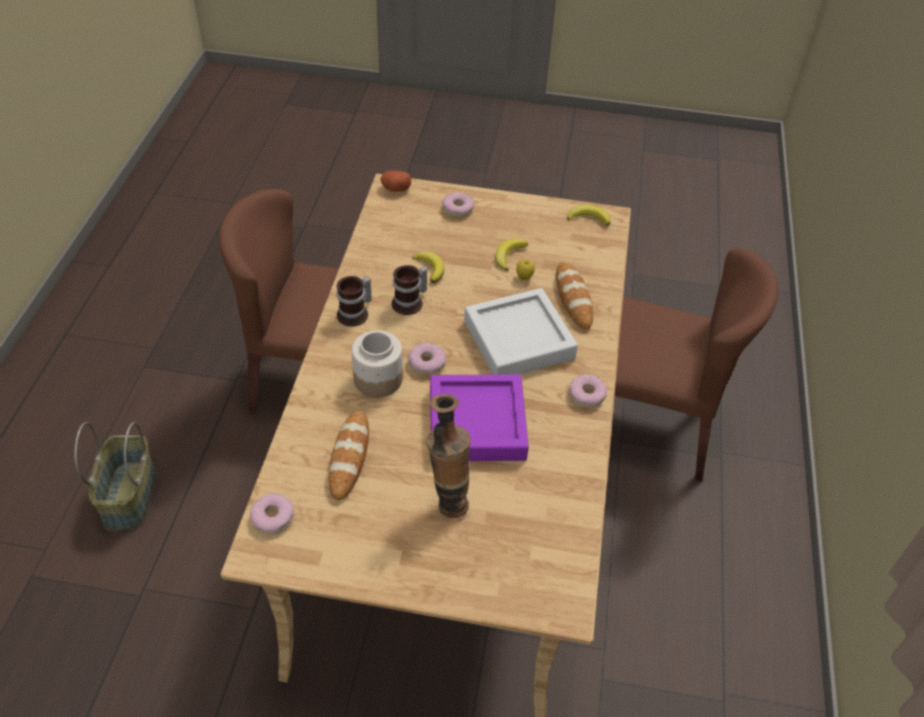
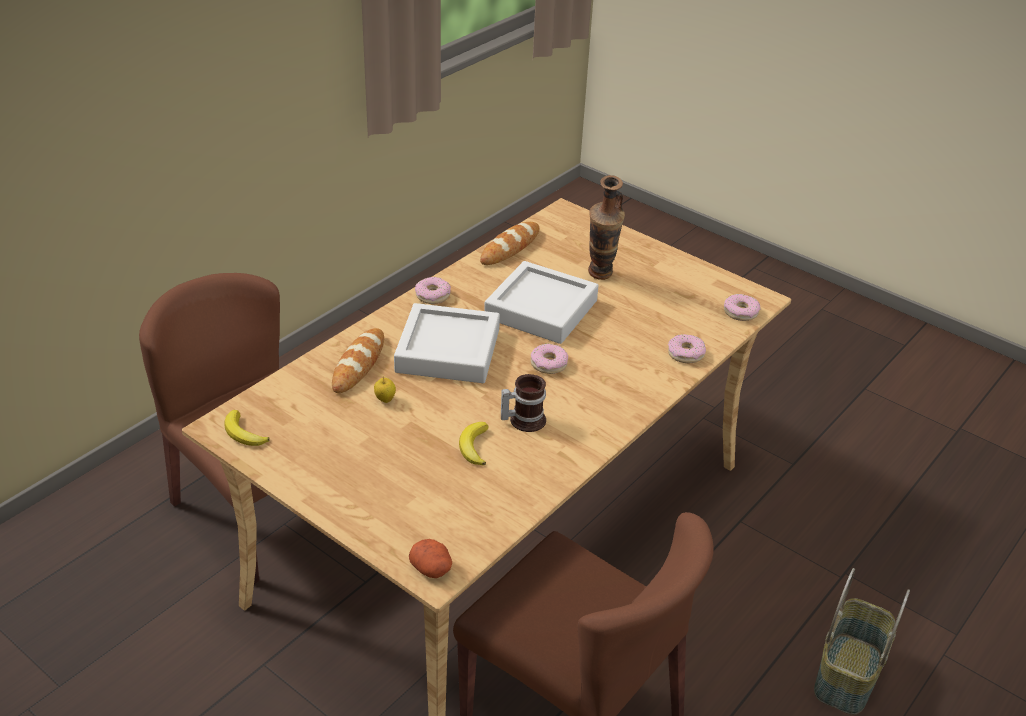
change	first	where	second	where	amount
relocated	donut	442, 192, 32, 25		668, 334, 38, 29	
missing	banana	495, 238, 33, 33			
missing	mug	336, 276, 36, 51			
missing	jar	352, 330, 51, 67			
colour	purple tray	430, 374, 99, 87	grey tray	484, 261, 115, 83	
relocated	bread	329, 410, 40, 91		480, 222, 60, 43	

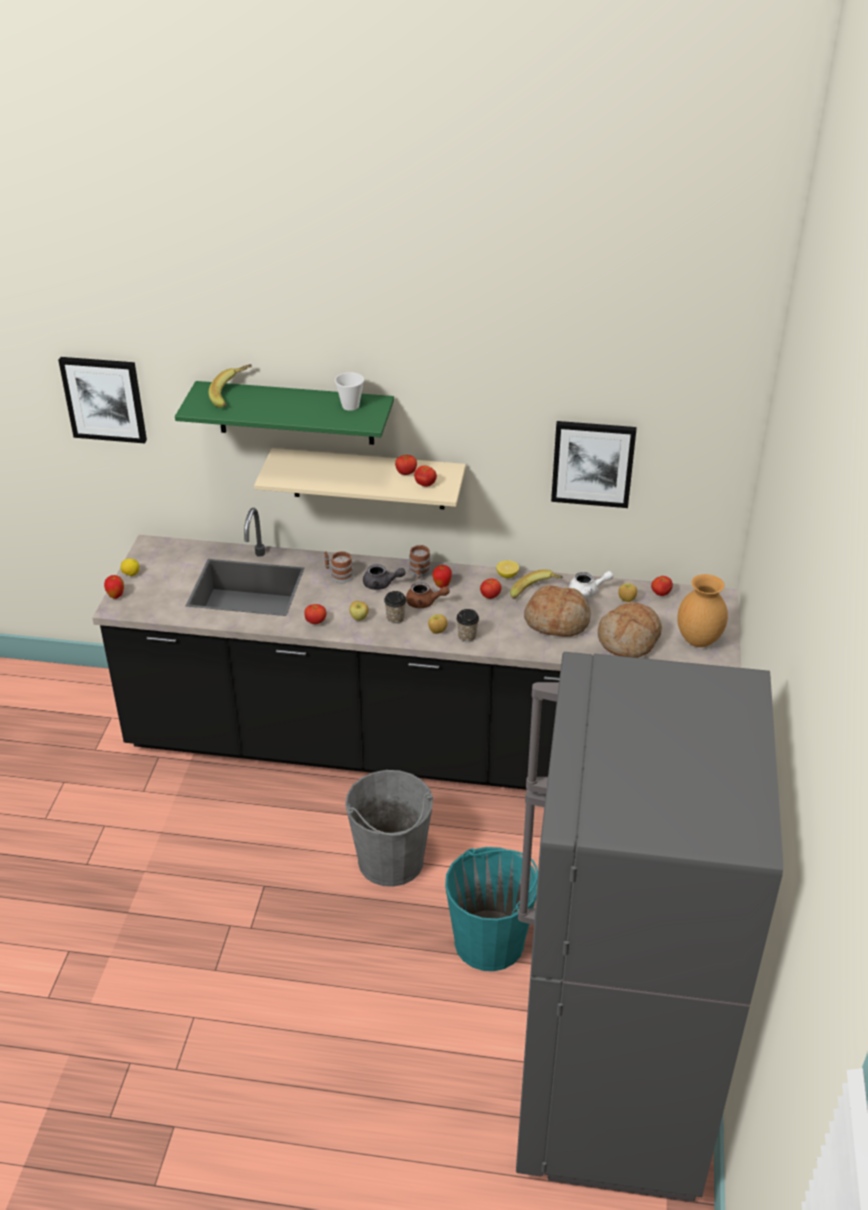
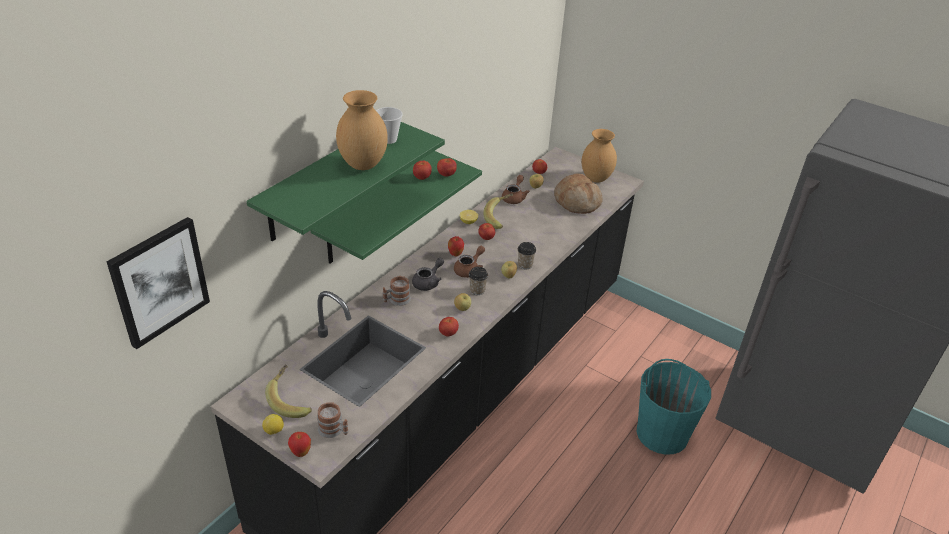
change	first	where	second	where	amount
relocated	banana	209, 364, 43, 44		265, 365, 47, 53	
missing	picture	551, 421, 86, 87			
colour	beige shelf	254, 448, 212, 62	green shelf	311, 151, 171, 112	
relocated	mug	409, 545, 22, 34		317, 402, 31, 36	
colour	white teapot	569, 571, 45, 27	brown teapot	502, 175, 28, 29	
missing	bread	524, 585, 67, 52			
missing	grey bucket	345, 770, 88, 117			
appeared			brown vase	336, 90, 52, 80	

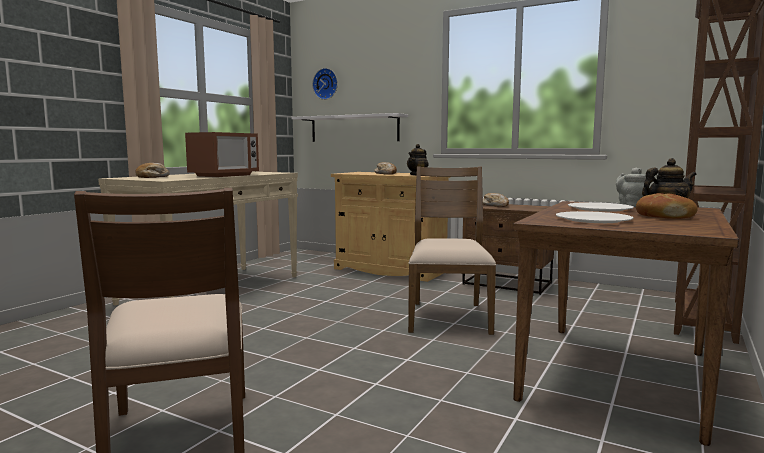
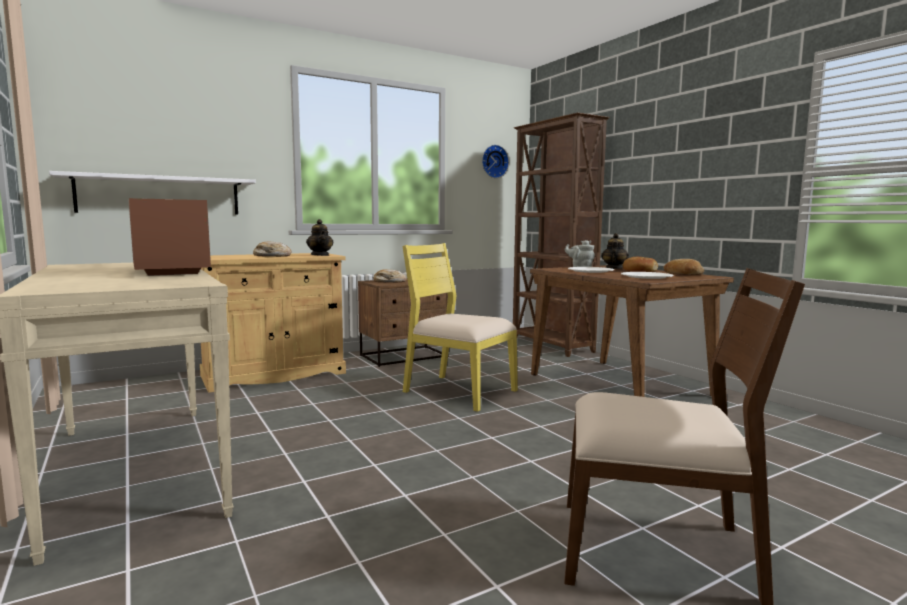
change	first	where	second	where	amount
relocated	wall clock	312, 68, 26, 32		482, 145, 27, 33	
relocated	bread	135, 163, 35, 15		664, 259, 40, 16	
colour	brown chair	408, 166, 88, 169	yellow chair	402, 243, 116, 169	

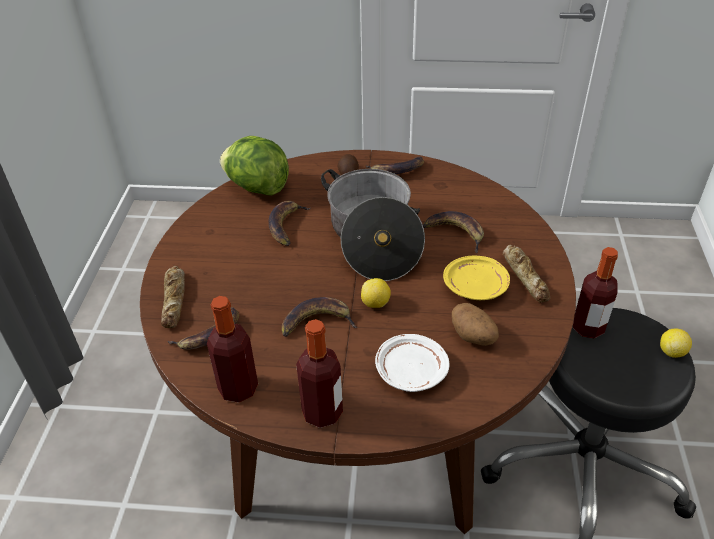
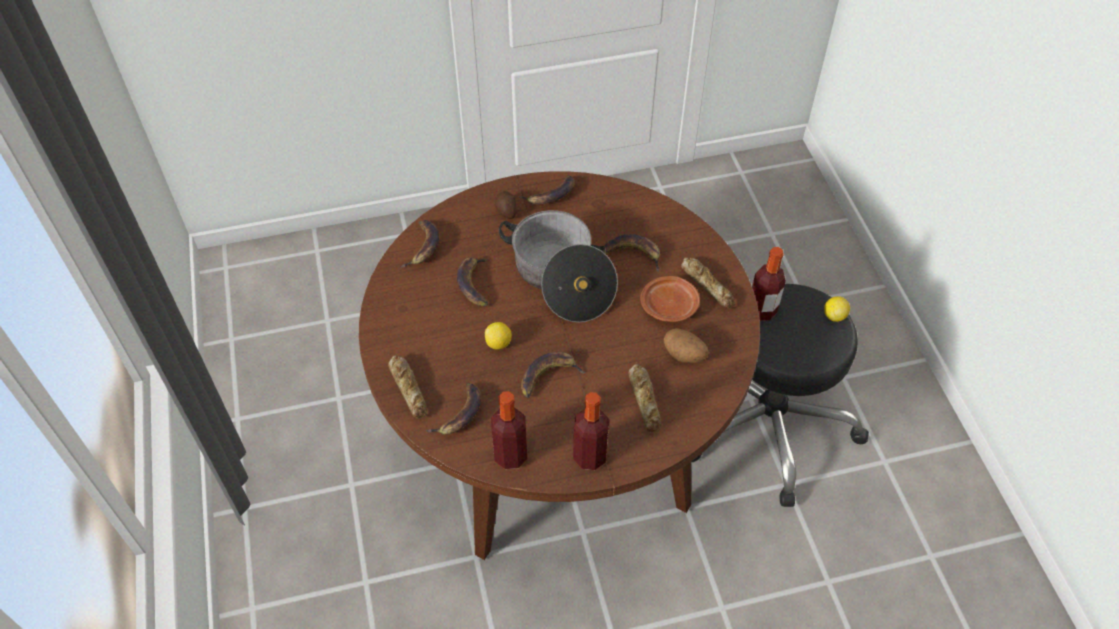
change	first	where	second	where	amount
exchanged	lettuce	220, 136, 69, 60	banana	400, 220, 39, 48	
colour	yellow plate	443, 256, 67, 44	brown plate	640, 276, 60, 46	
relocated	lemon	361, 278, 30, 30		485, 322, 27, 28	
exchanged	white plate	375, 334, 75, 58	bread	628, 364, 33, 69	

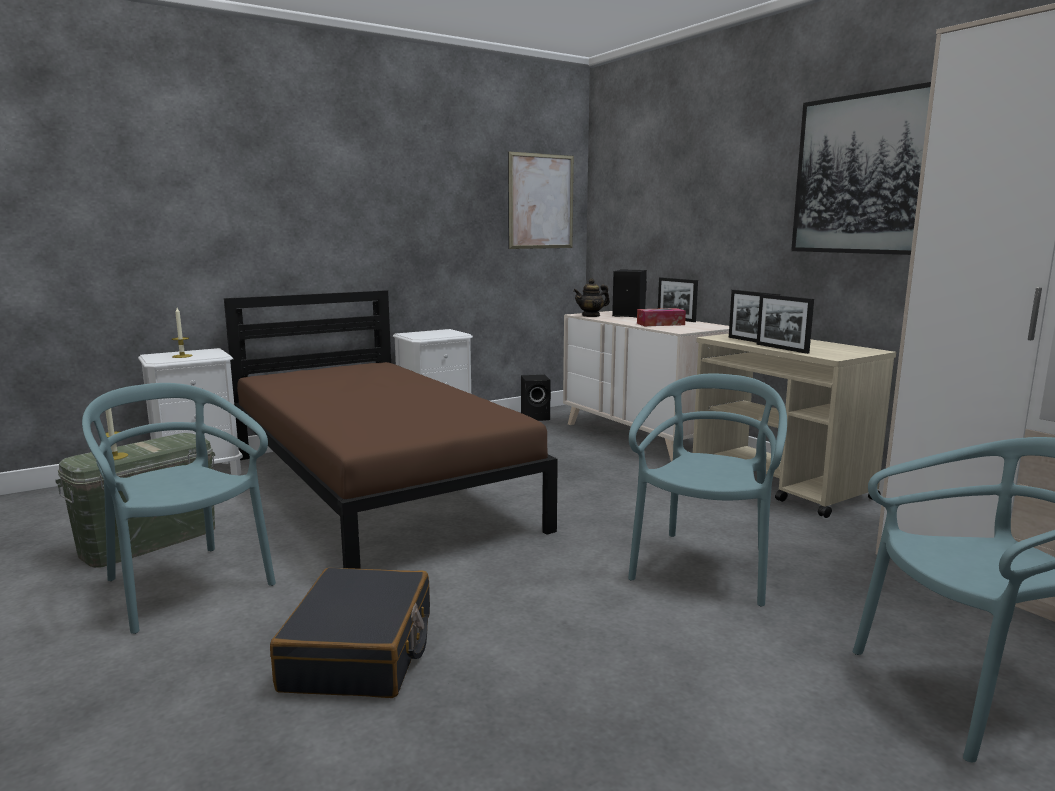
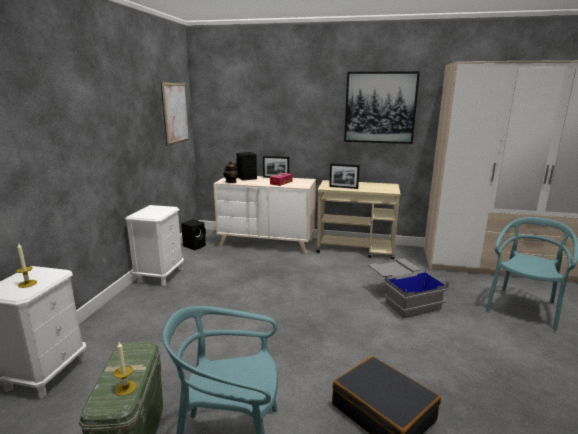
change	first	where	second	where	amount
missing	brown bed	224, 290, 334, 279			
missing	picture frame	756, 294, 58, 60			
exchanged	turquoise chair	628, 373, 159, 233	grey storage box	368, 258, 81, 61	

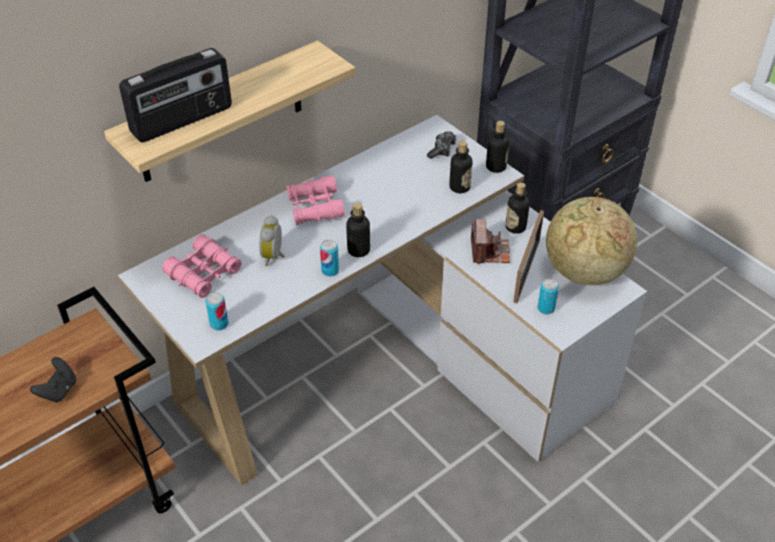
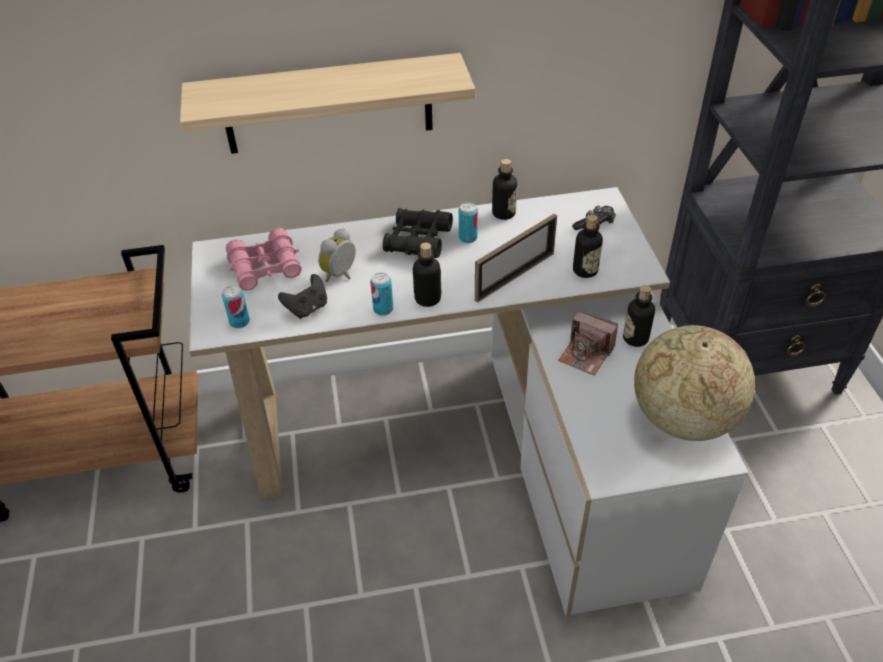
change	first	where	second	where	amount
missing	radio	119, 48, 113, 95			
relocated	bottle	486, 121, 23, 52		492, 159, 25, 61	
colour	pink binoculars	286, 176, 59, 49	black binoculars	383, 208, 70, 50	
relocated	picture frame	513, 210, 31, 93		475, 214, 82, 89	
spun	photo camera	471, 219, 39, 45		558, 311, 60, 65	90 degrees clockwise
relocated	can	538, 279, 21, 35		459, 202, 19, 41	
relocated	black game controller	30, 357, 46, 46		278, 274, 49, 45	

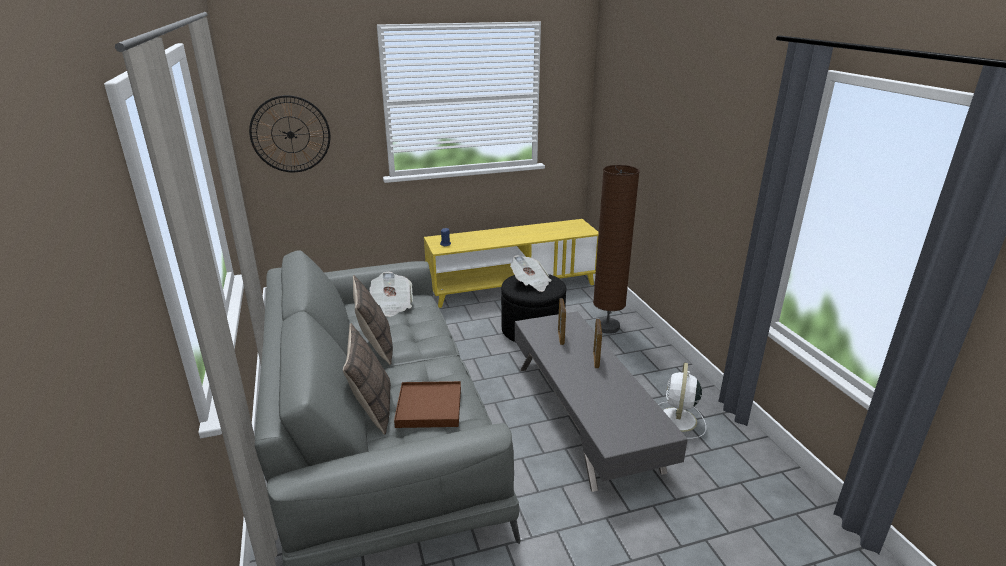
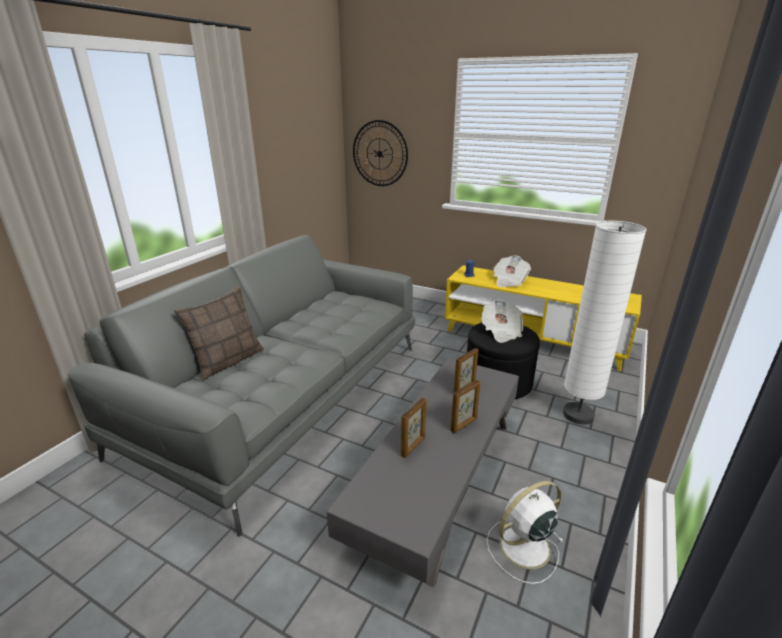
change	first	where	second	where	amount
colour	brown floor lamp	593, 165, 47, 169	white floor lamp	563, 221, 83, 204	
relocated	newspaper	369, 272, 44, 45		493, 255, 38, 32	
missing	pillow	353, 275, 40, 90			
missing	brown tray	394, 381, 67, 47			
appeared			picture frame	401, 397, 25, 61	

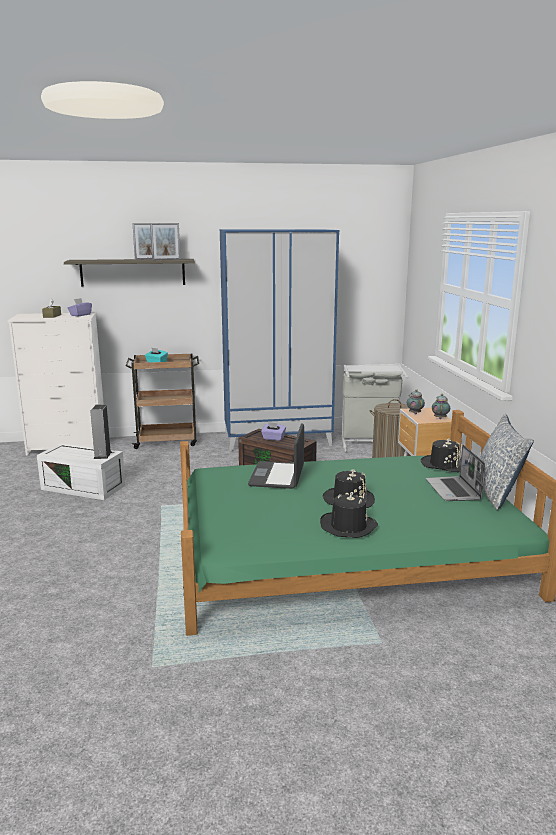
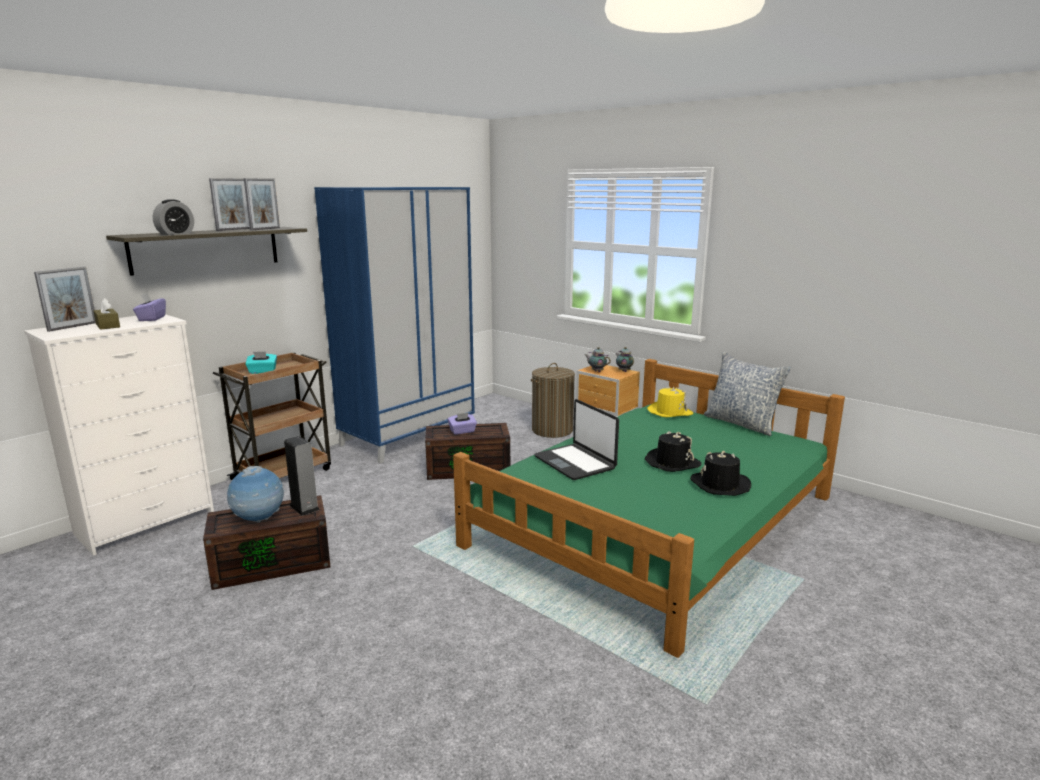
change	first	where	second	where	amount
missing	grey laundry basket	341, 365, 67, 87			
colour	black hat	421, 439, 40, 33	yellow hat	647, 386, 46, 31	
colour	white storage box	37, 443, 88, 57	brown storage box	203, 495, 127, 95	
missing	laptop	426, 445, 59, 56			
appeared			alarm clock	153, 199, 41, 36	
appeared			picture frame	34, 267, 62, 65	
appeared			globe	227, 466, 58, 57	

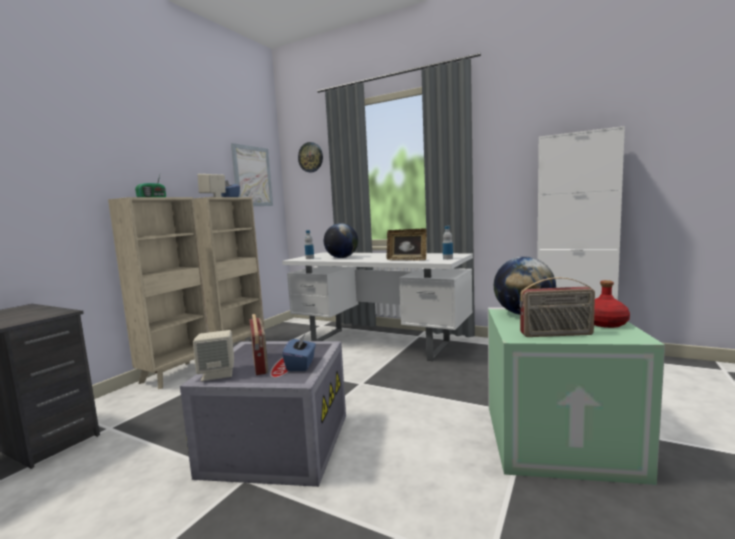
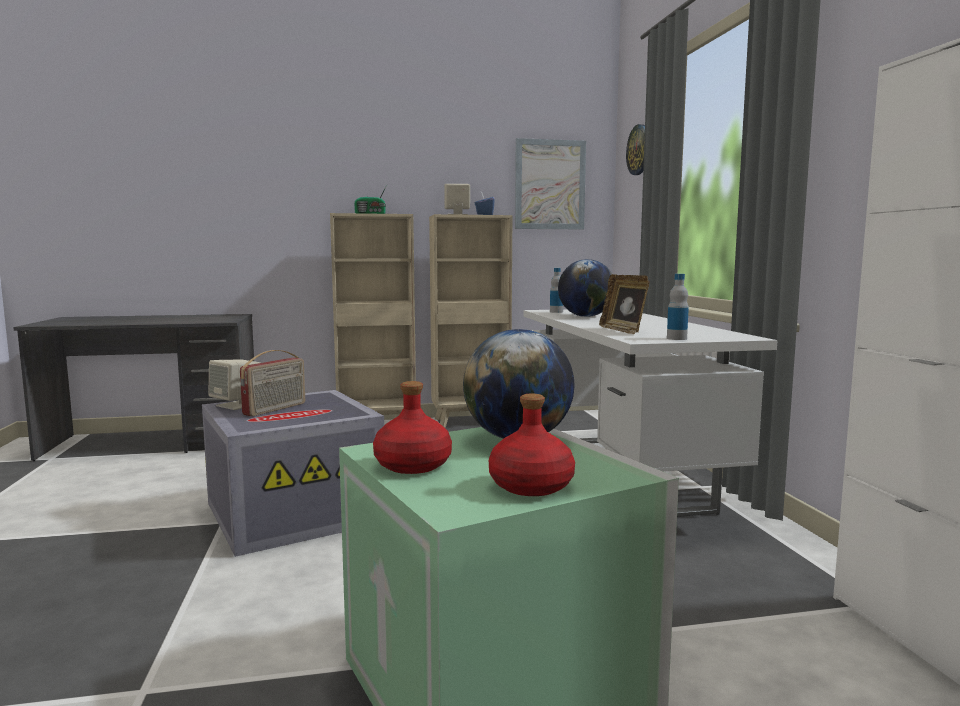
change	first	where	second	where	amount
exchanged	radio	520, 277, 75, 60	red bottle	373, 381, 79, 93	
missing	blue tissue box	282, 333, 34, 38			

